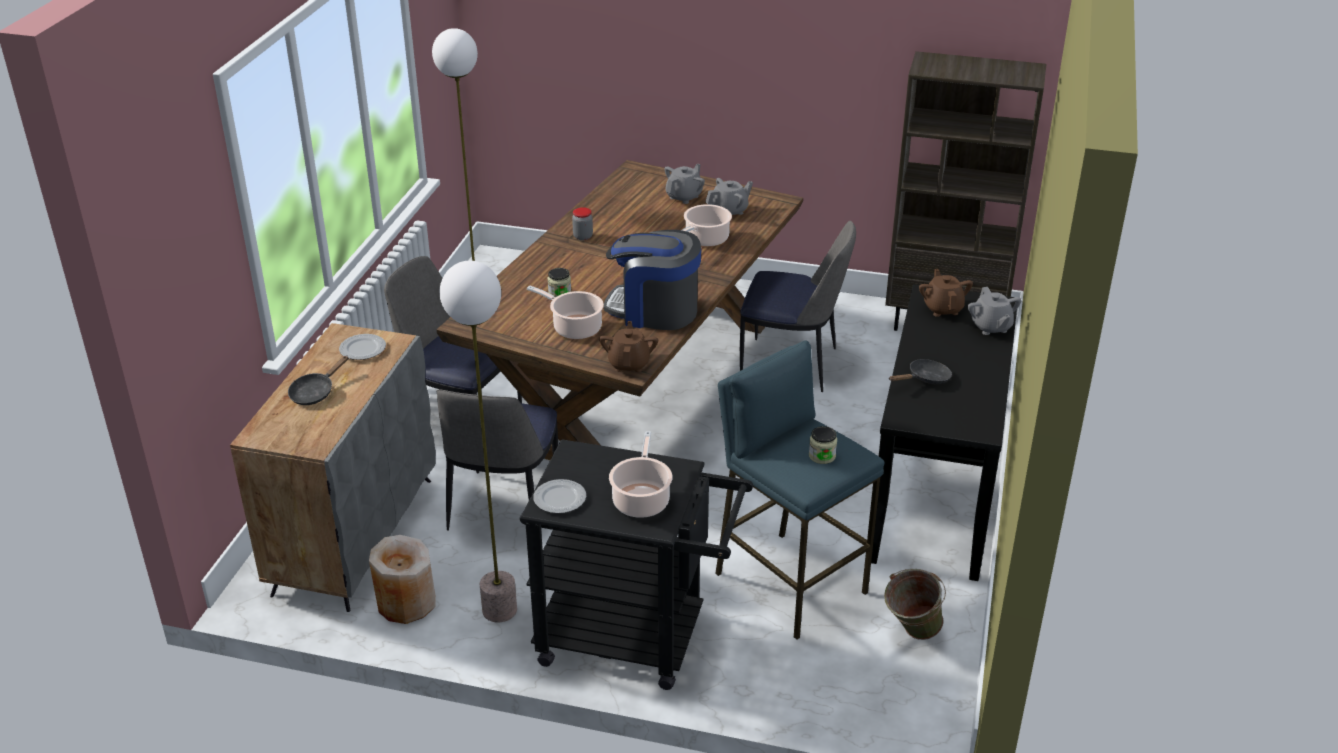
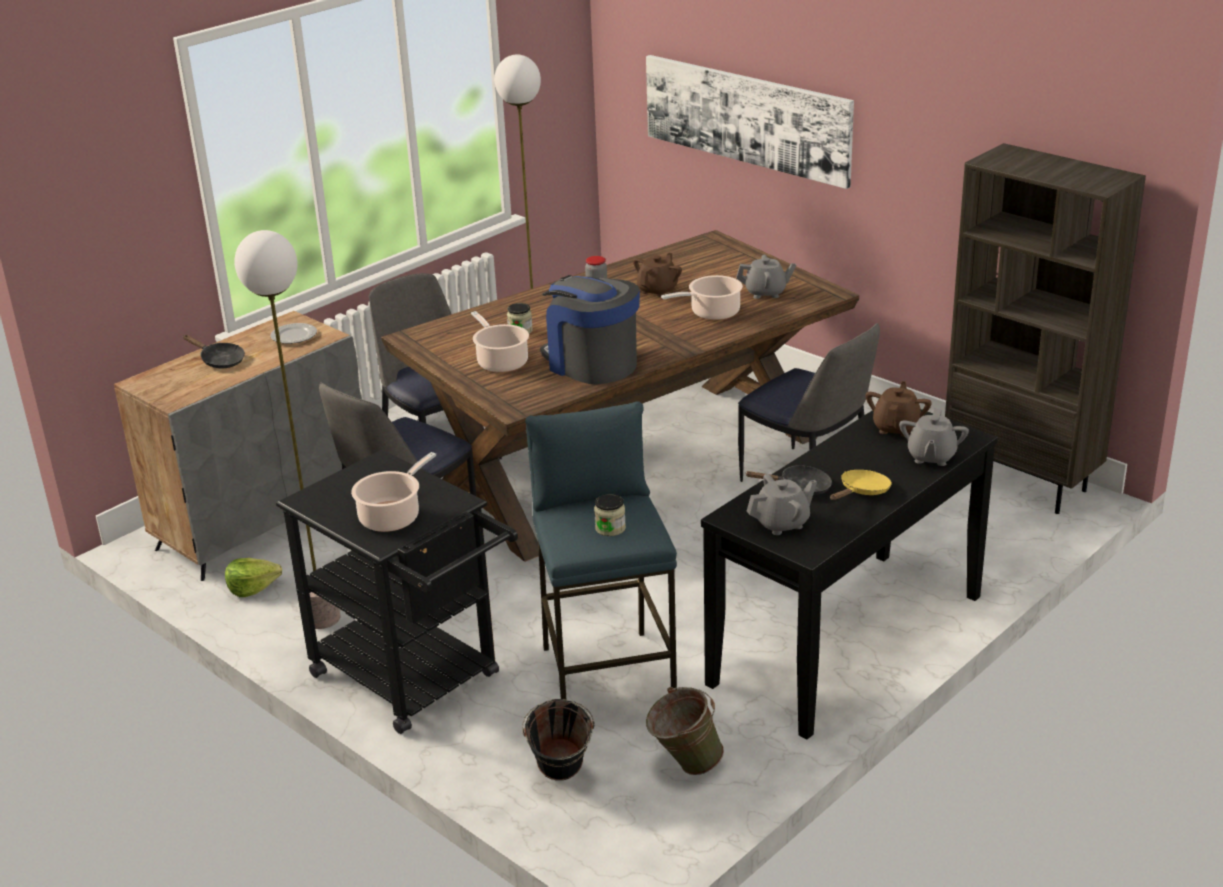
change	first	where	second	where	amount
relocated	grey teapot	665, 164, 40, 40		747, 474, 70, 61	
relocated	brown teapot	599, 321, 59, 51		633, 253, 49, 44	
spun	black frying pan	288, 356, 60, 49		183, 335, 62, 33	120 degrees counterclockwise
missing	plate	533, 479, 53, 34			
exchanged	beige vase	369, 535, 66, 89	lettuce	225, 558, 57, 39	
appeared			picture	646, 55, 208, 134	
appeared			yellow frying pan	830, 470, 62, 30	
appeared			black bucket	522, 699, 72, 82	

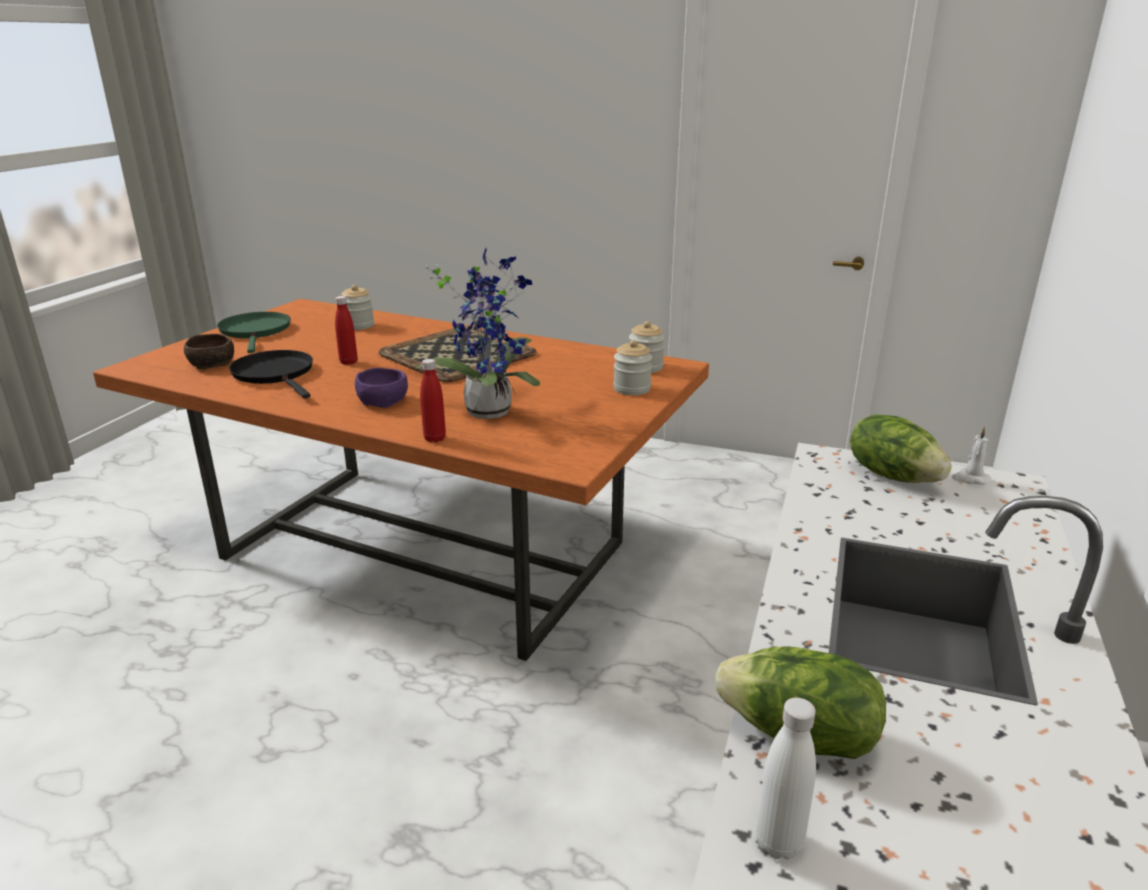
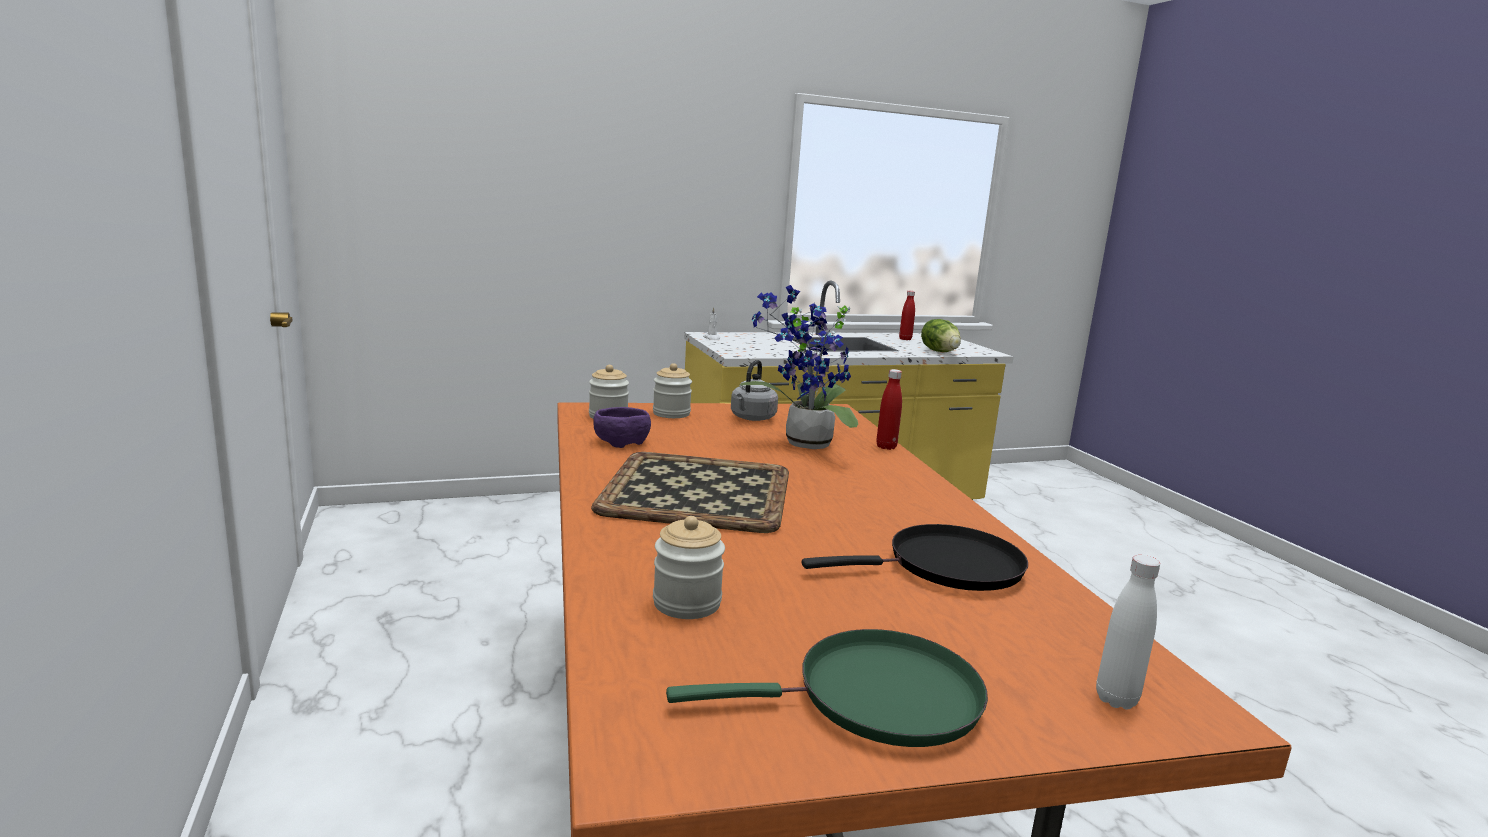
change	first	where	second	where	amount
relocated	red bottle	335, 296, 22, 69		899, 291, 16, 49	
spun	green frying pan	217, 312, 74, 41		666, 629, 322, 118	135 degrees counterclockwise
missing	brown bowl	184, 334, 50, 35			
spun	black frying pan	229, 350, 84, 48		802, 524, 226, 67	120 degrees counterclockwise
relocated	purple bowl	355, 368, 53, 40		593, 407, 58, 41	
missing	lettuce	850, 414, 102, 69			
relocated	white bottle	756, 697, 60, 163		1096, 555, 64, 155	
appeared			grey kettle	731, 360, 47, 61	

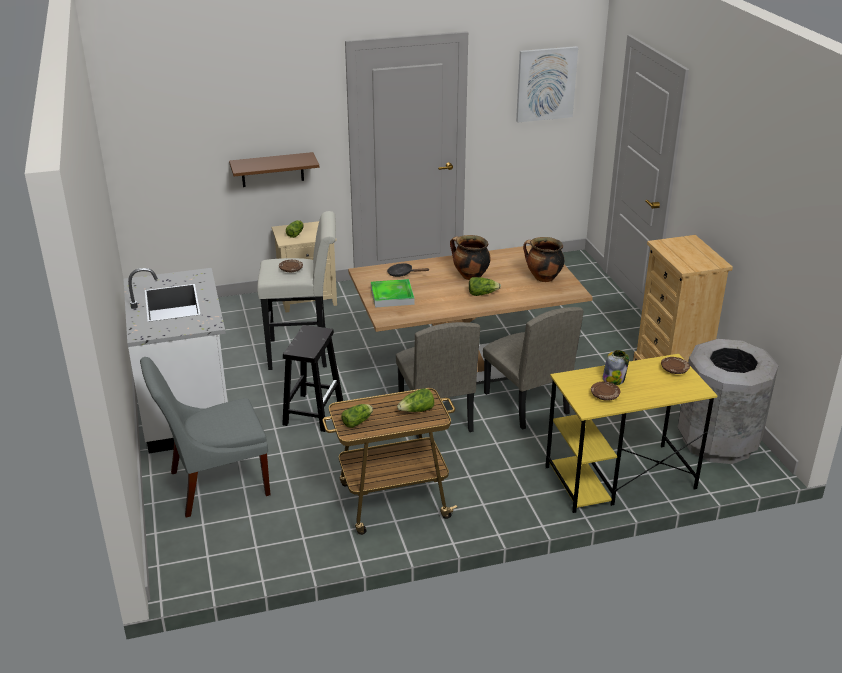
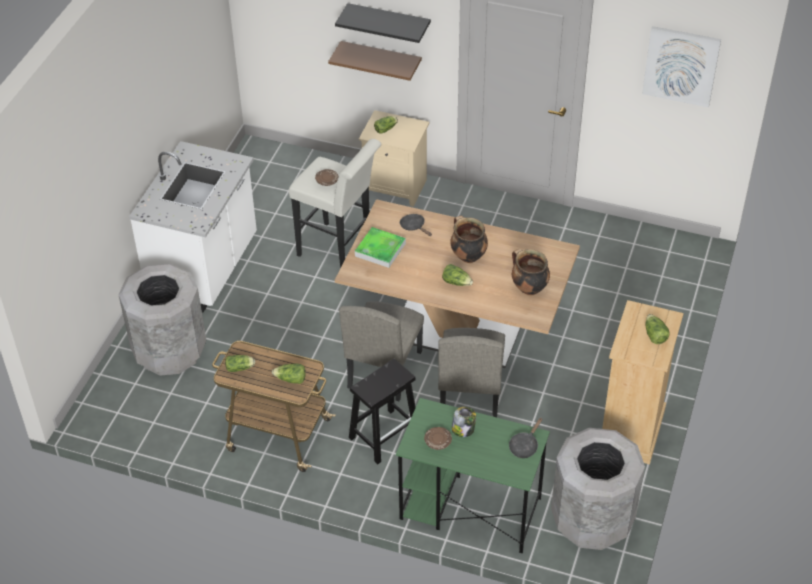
change	first	where	second	where	amount
relocated	black stool	282, 325, 61, 107		349, 359, 67, 106	
colour	yellow desk	545, 354, 173, 159	green desk	396, 398, 154, 156	
exchanged	grey chair	140, 357, 131, 161	grey trash can	118, 264, 88, 111	
exchanged	brown plate	661, 357, 29, 17	black frying pan	509, 418, 33, 40	
appeared			black shelf	335, 3, 96, 40	
appeared			lettuce	645, 314, 25, 30	

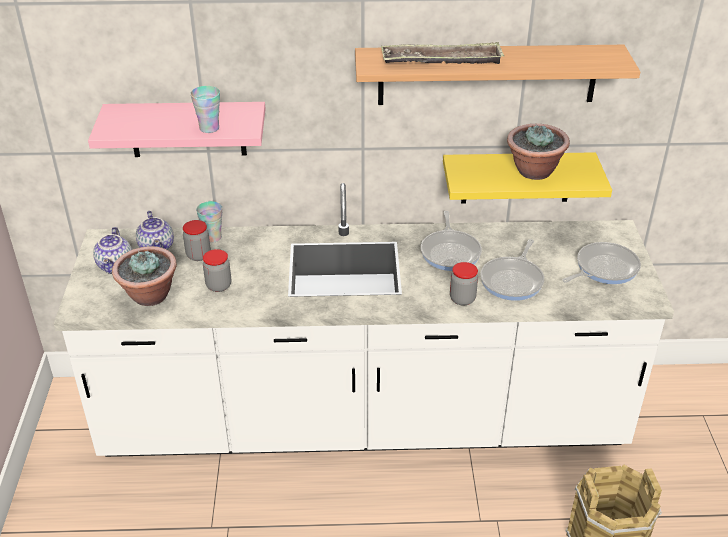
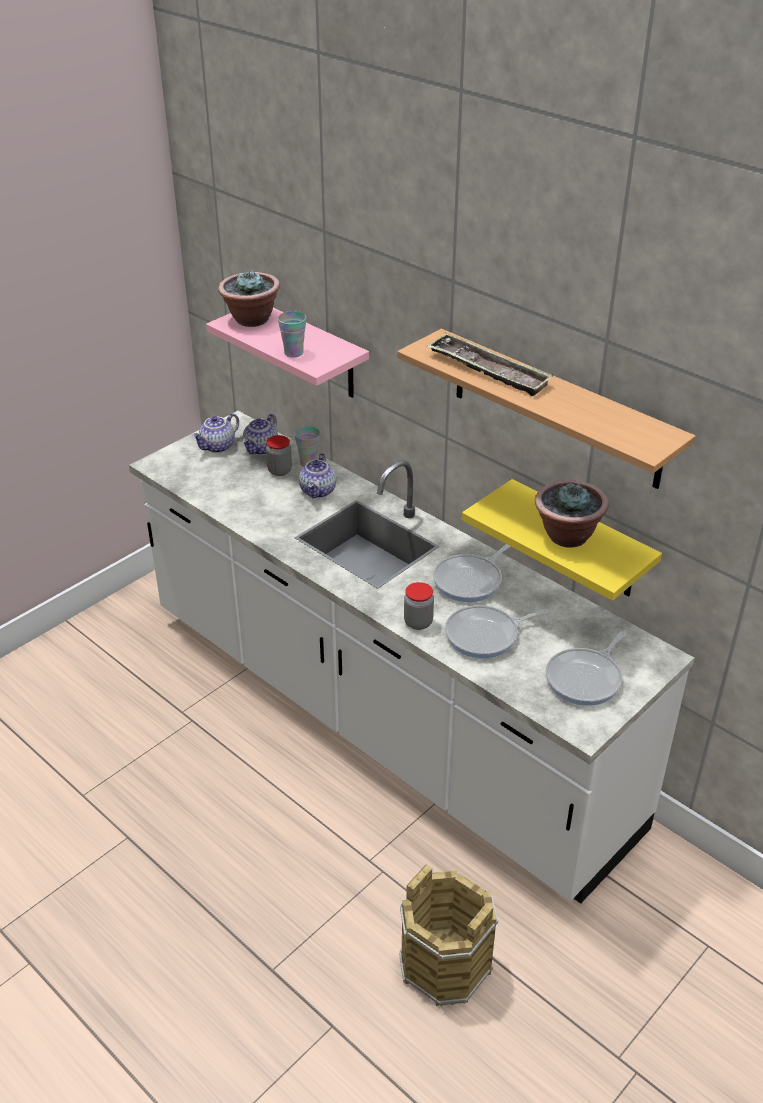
change	first	where	second	where	amount
spun	frying pan	562, 242, 79, 42		546, 632, 80, 74	120 degrees clockwise
relocated	potted plant	112, 246, 65, 60		218, 270, 62, 57	
missing	jar	203, 249, 28, 43			
appeared			teapot	299, 453, 37, 45	

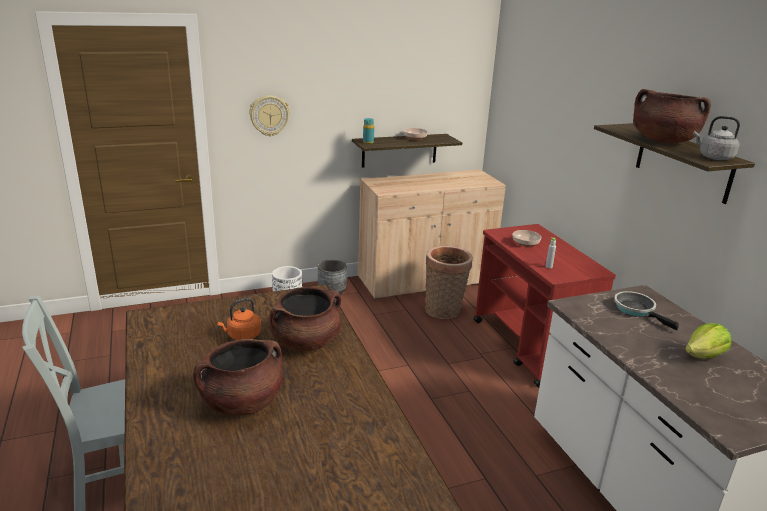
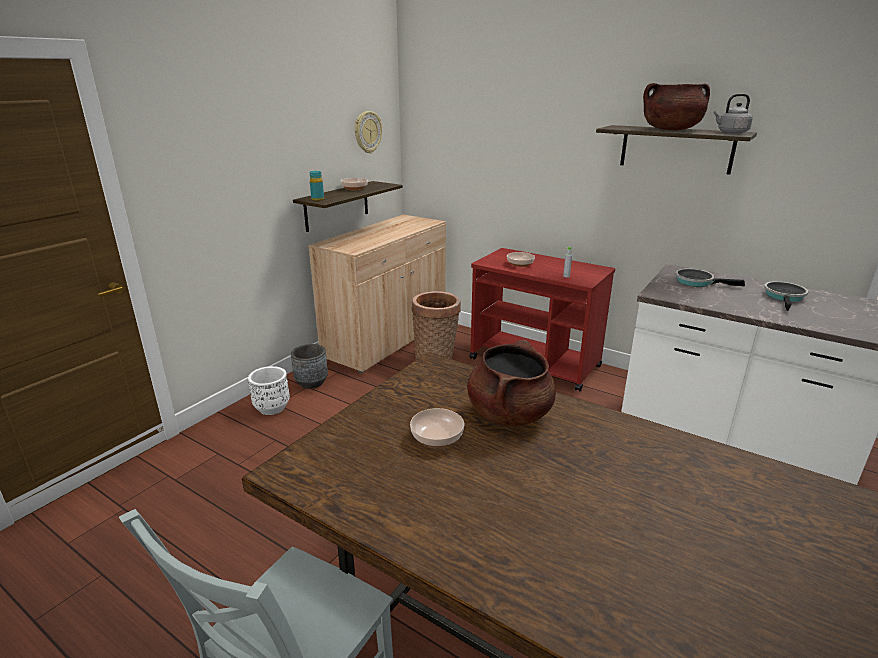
change	first	where	second	where	amount
relocated	wall clock	249, 95, 41, 42		355, 111, 27, 43	
exchanged	orange kettle	217, 298, 44, 42	bowl	410, 408, 54, 39	
exchanged	lettuce	685, 323, 46, 35	frying pan	764, 281, 44, 30	
missing	brown cooking pot	193, 339, 90, 77			

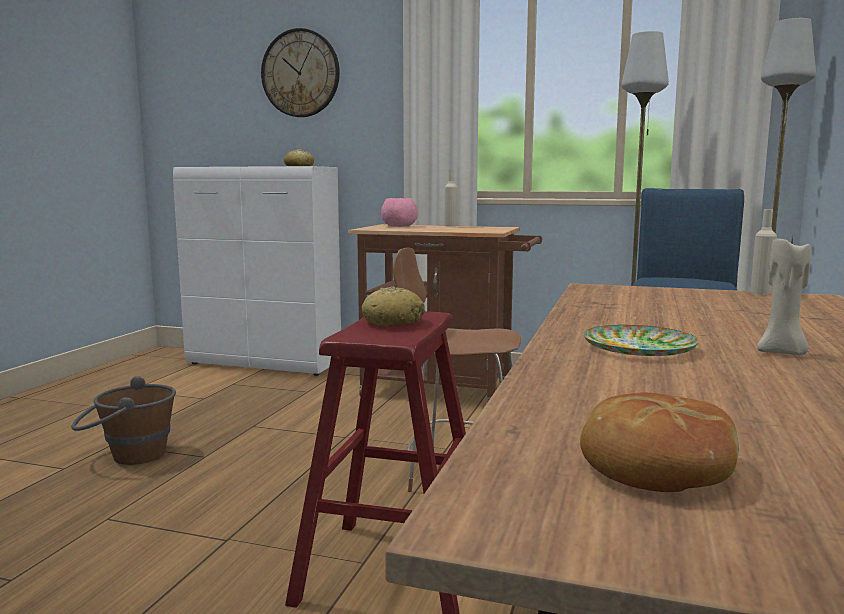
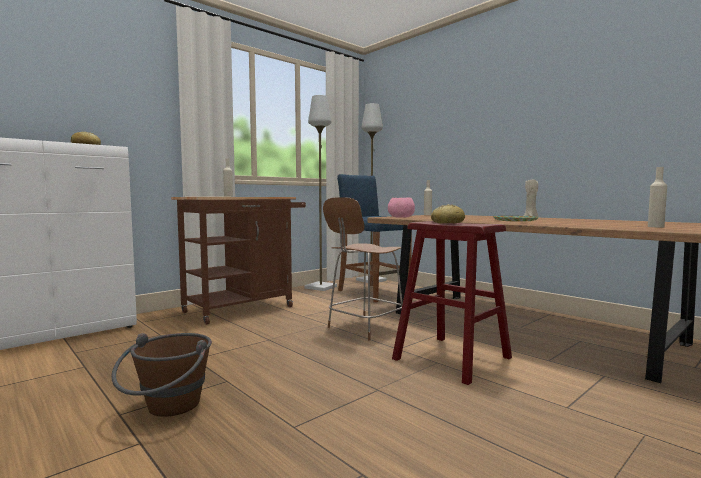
change	first	where	second	where	amount
missing	wall clock	261, 28, 79, 89			
relocated	pink bowl	381, 198, 37, 29		388, 198, 27, 20	
exchanged	bread	580, 393, 159, 99	beige bottle	648, 167, 19, 60	

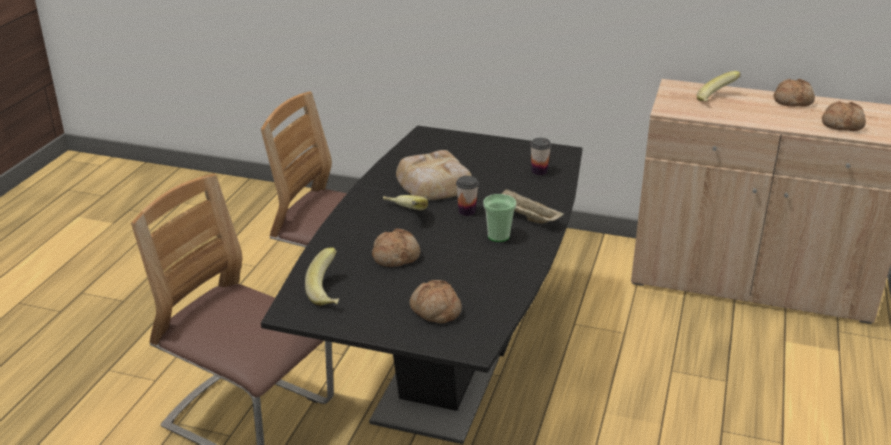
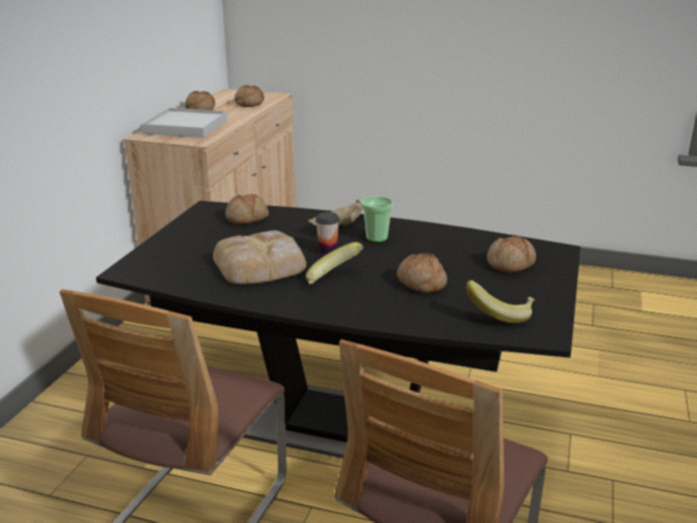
change	first	where	second	where	amount
exchanged	banana	697, 71, 44, 31	white tray	141, 108, 86, 30	
exchanged	cup	530, 138, 22, 37	bread	225, 194, 44, 30	

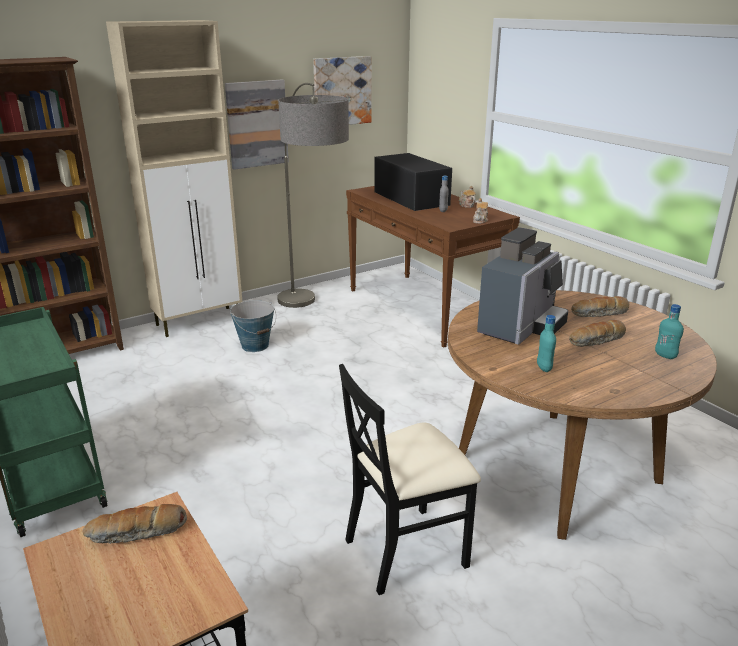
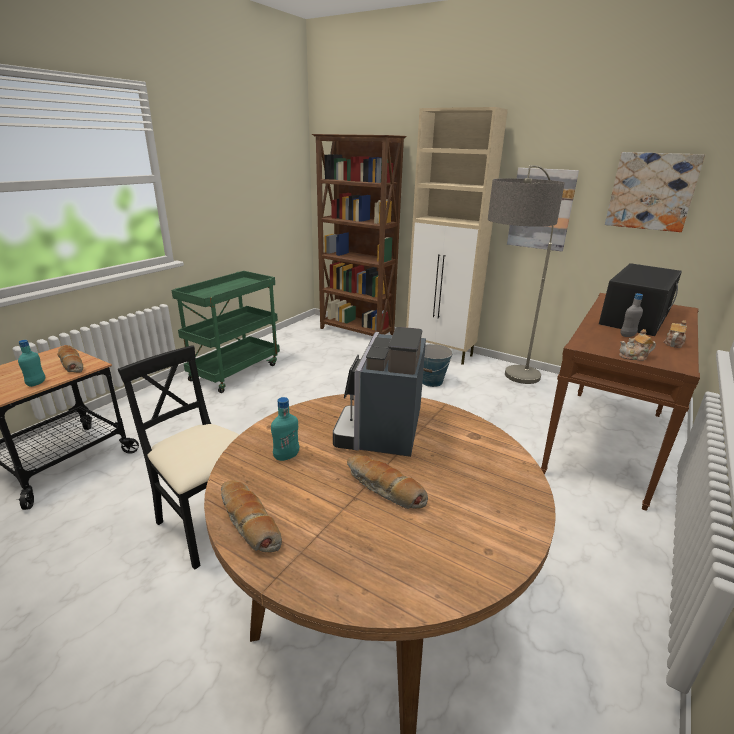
change	first	where	second	where	amount
spun	coffee machine	477, 227, 91, 118		333, 327, 93, 130	90 degrees clockwise
relocated	bread	571, 296, 59, 21		221, 480, 61, 73	
relocated	turquoise bottle	655, 304, 29, 55		18, 340, 27, 47	

